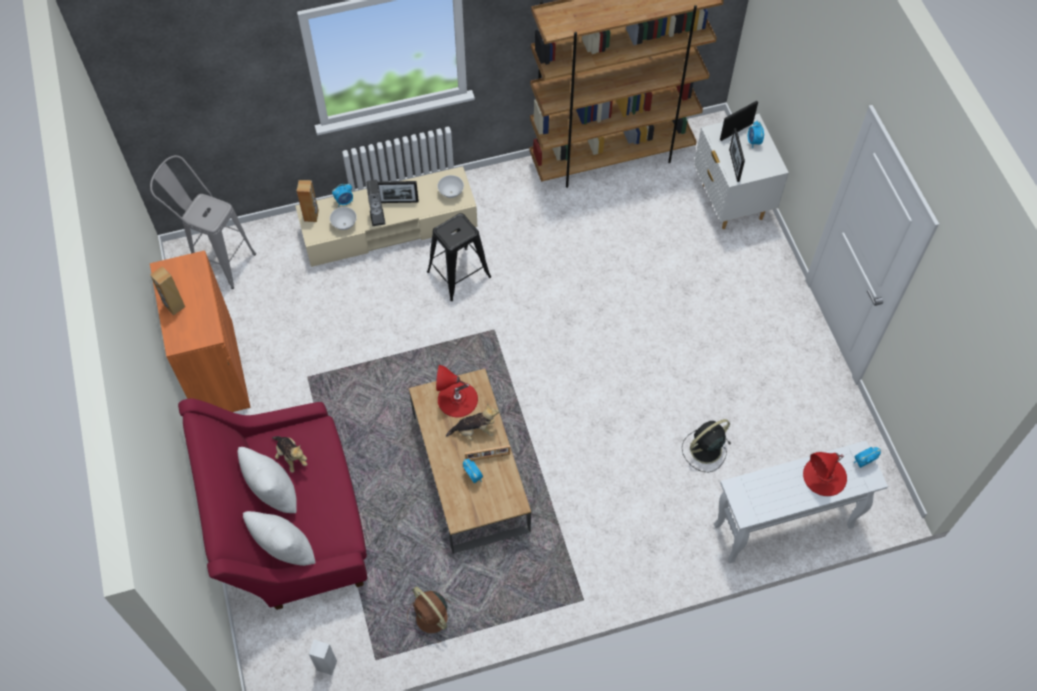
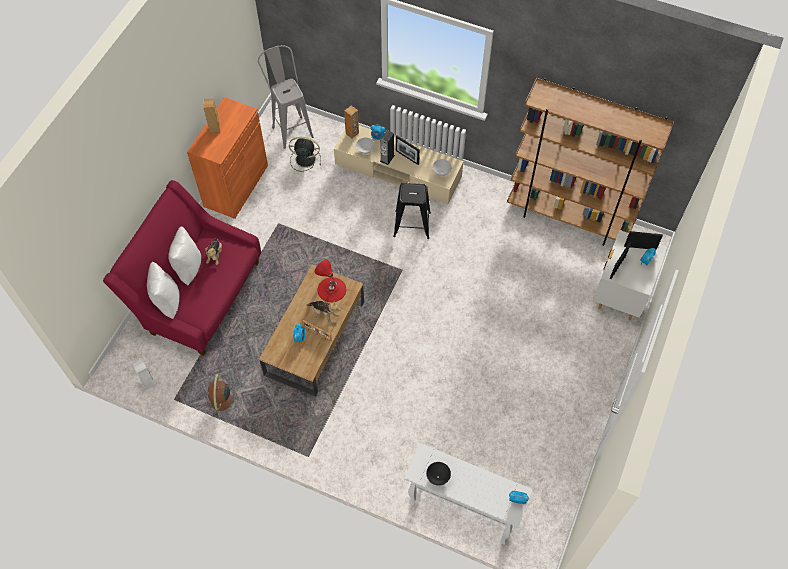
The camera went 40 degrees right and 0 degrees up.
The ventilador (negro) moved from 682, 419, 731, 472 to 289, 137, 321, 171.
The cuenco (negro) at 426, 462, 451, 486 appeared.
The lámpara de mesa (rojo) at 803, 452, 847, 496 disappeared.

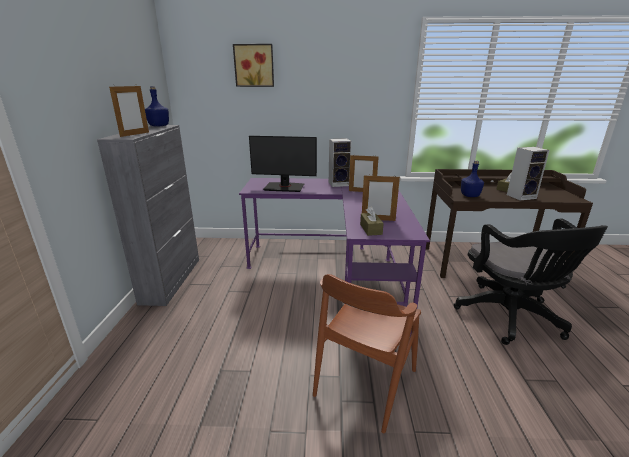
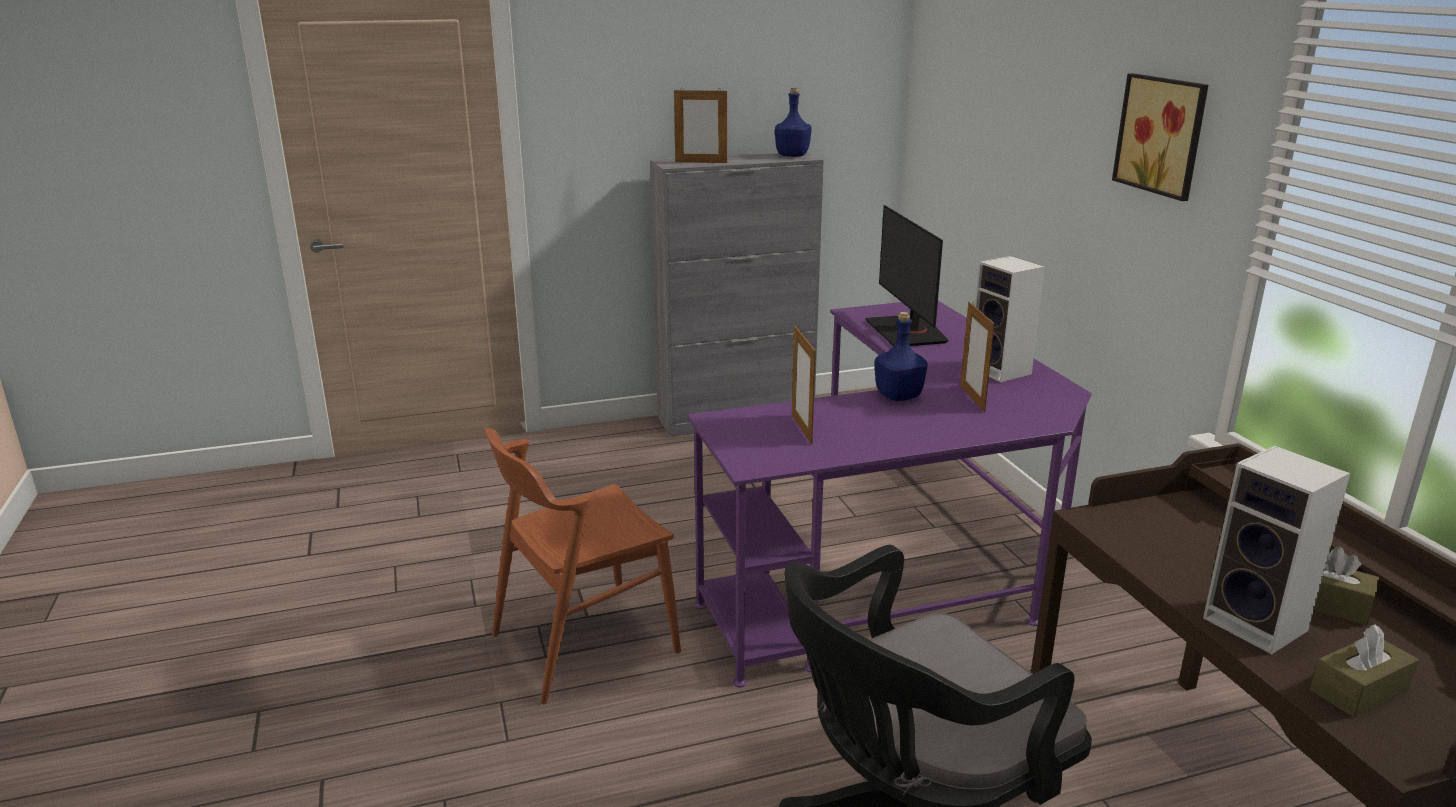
The camera went 70 degrees right and 0 degrees up.
The silla (marrón) at 313, 274, 421, 434 turned 45 degrees counterclockwise.
The botella (azul) moved from 461, 160, 484, 197 to 875, 312, 928, 401.
The cuadro moved from 233, 44, 274, 87 to 1112, 73, 1208, 201.
The caja de pañuelos (marrón) moved from 360, 207, 384, 236 to 1310, 624, 1419, 717.

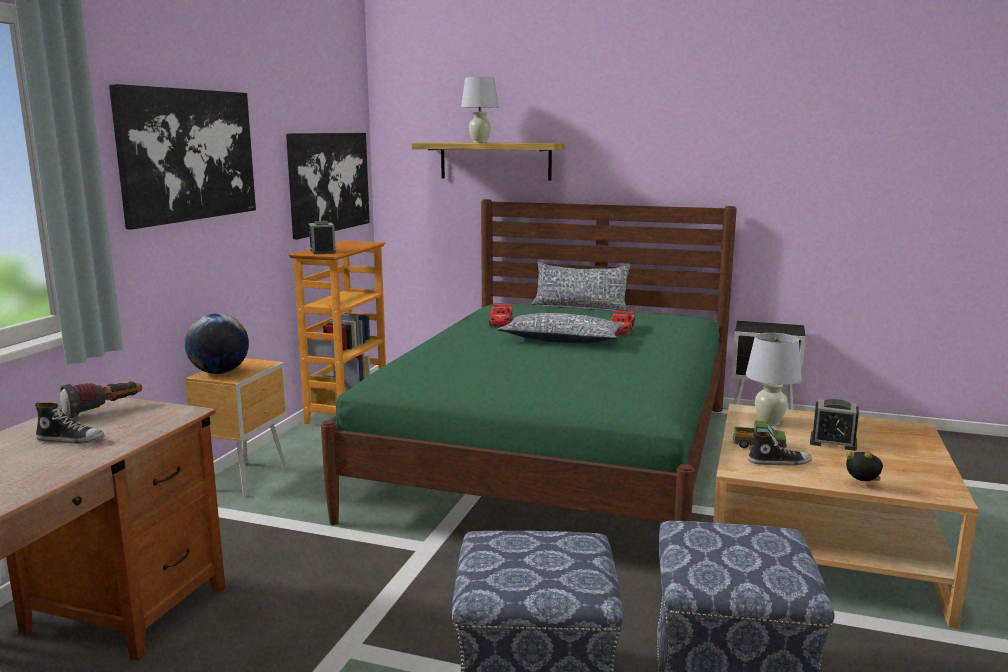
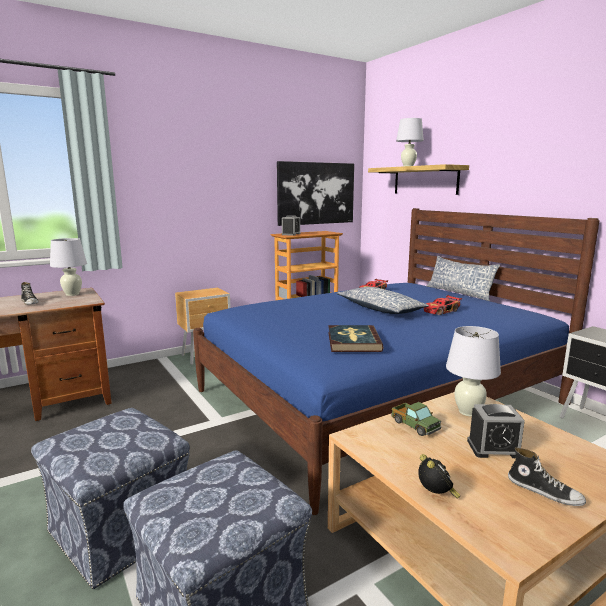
The camera went 40 degrees right and 0 degrees up.
The linterna at 60, 382, 142, 418 was replaced by the lámpara de mesa (blanco) at 50, 238, 87, 296.
The cama (verde) at 321, 199, 737, 526 became the cama (azul) at 193, 208, 600, 515.
The libro at 328, 325, 384, 352 appeared.
The despertador at 810, 399, 859, 451 turned 60 degrees counterclockwise.
The zapato moved from 748, 432, 812, 465 to 508, 447, 586, 506.
The cuadro at 109, 84, 256, 230 disappeared.
The globo terráqueo at 185, 313, 249, 374 disappeared.

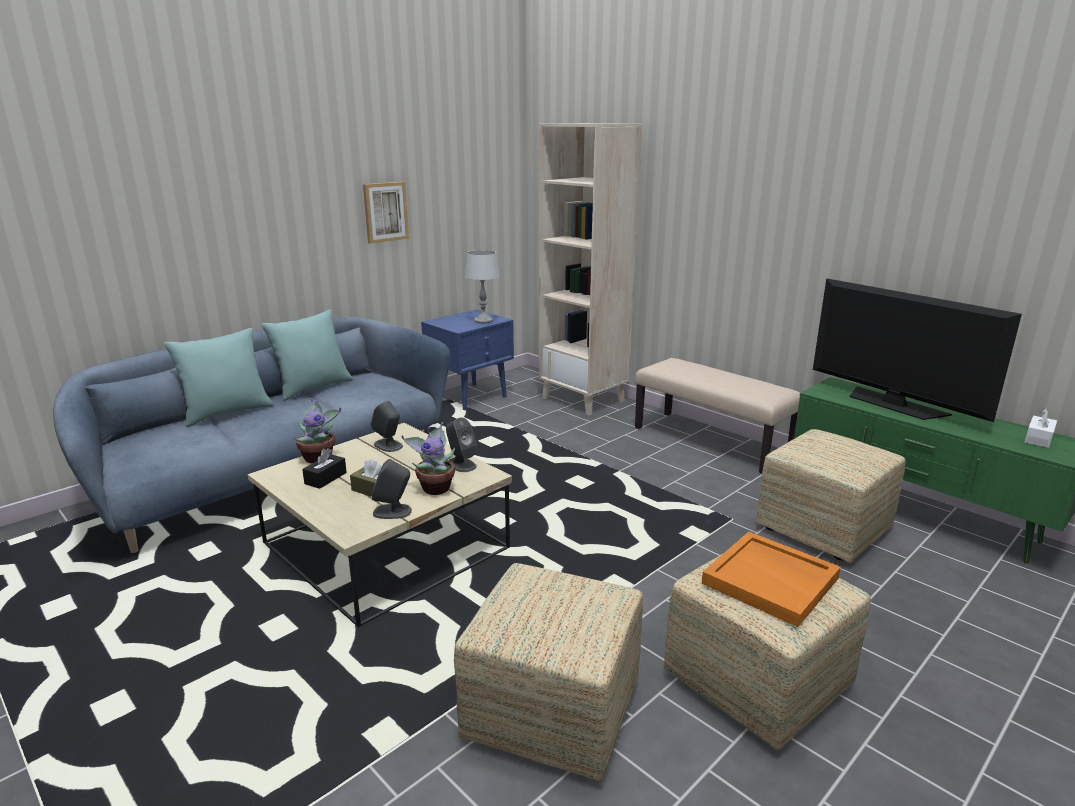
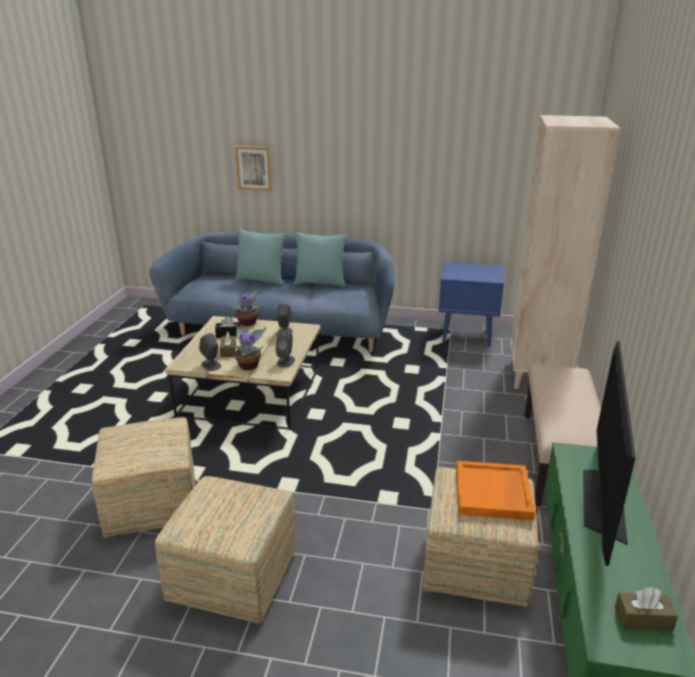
The camera went 55 degrees right and 5 degrees up.
The cuadro moved from 363, 182, 409, 244 to 235, 146, 272, 191.
The bandeja (naranja) moved from 701, 532, 841, 627 to 456, 461, 535, 520.
The caja de pañuelos (blanco) at 1025, 408, 1057, 448 became the caja de pañuelos (marrón) at 615, 587, 678, 631.
The lámpara de mesa (gris) at 465, 250, 500, 323 disappeared.

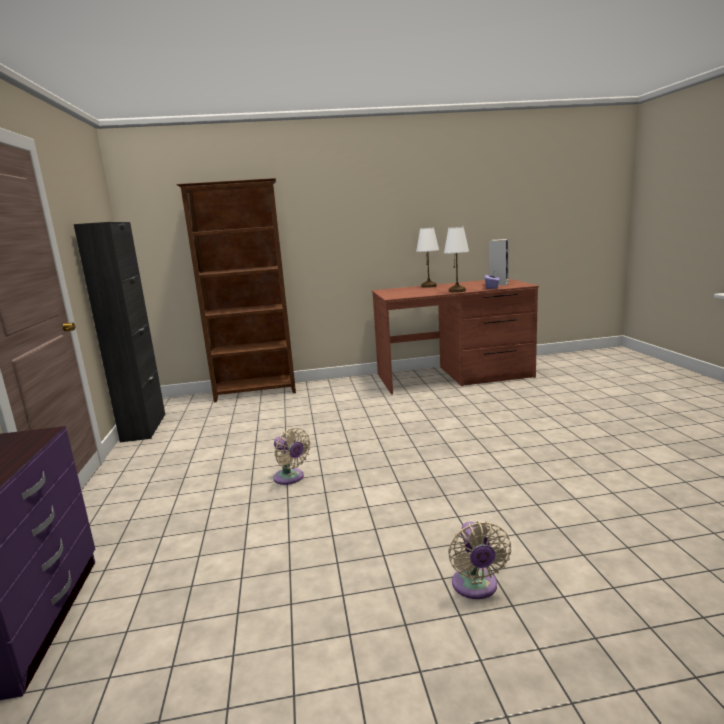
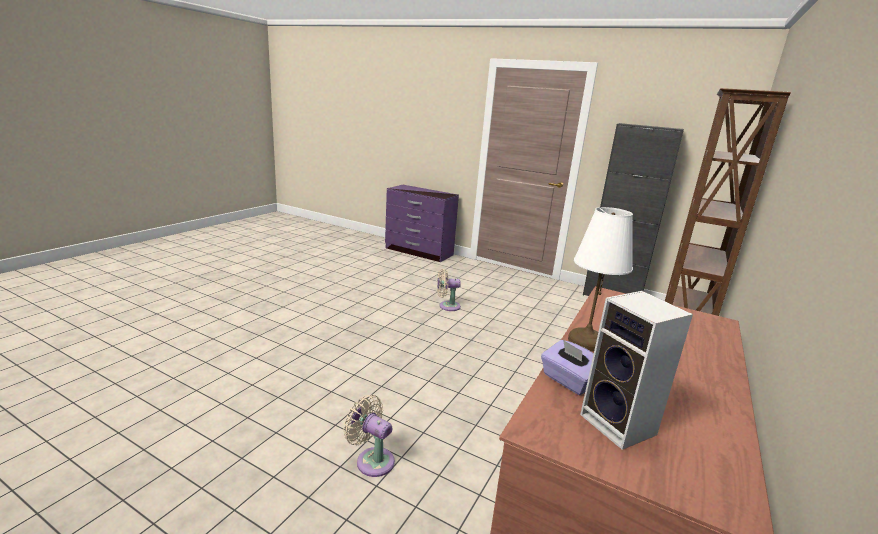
The camera went 125 degrees right and 5 degrees up.
The ventilador (beis) moved from 448, 521, 511, 599 to 343, 395, 395, 477.
The lámpara de mesa (blanco) at 416, 228, 439, 288 disappeared.

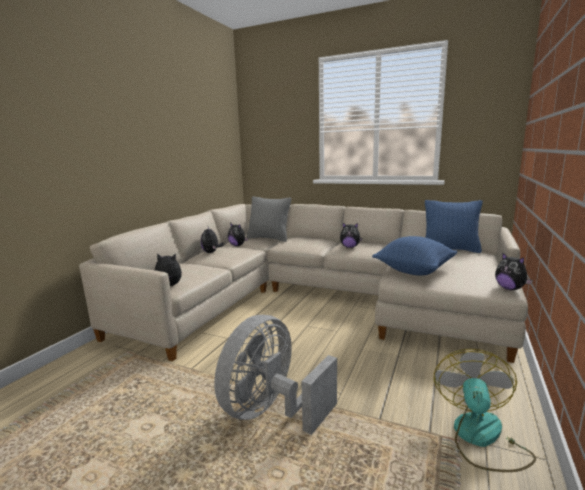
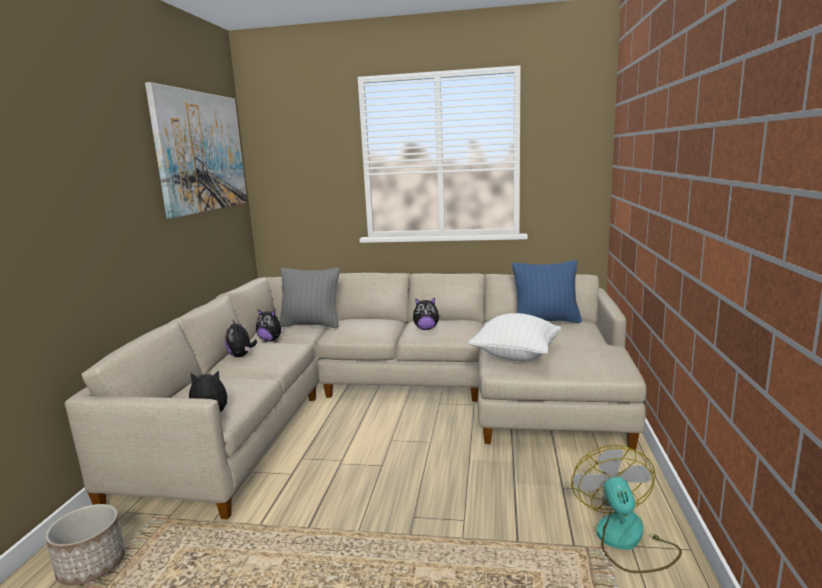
The camera went 15 degrees left and 0 degrees up.
The maceta at 45, 504, 125, 586 appeared.
The cuadro at 145, 82, 247, 219 appeared.
The cojín (azul) at 372, 236, 457, 276 became the cojín (blanco) at 468, 313, 562, 361.
The ventilador (gris) at 214, 315, 337, 435 disappeared.
The peluche at 495, 252, 533, 290 disappeared.

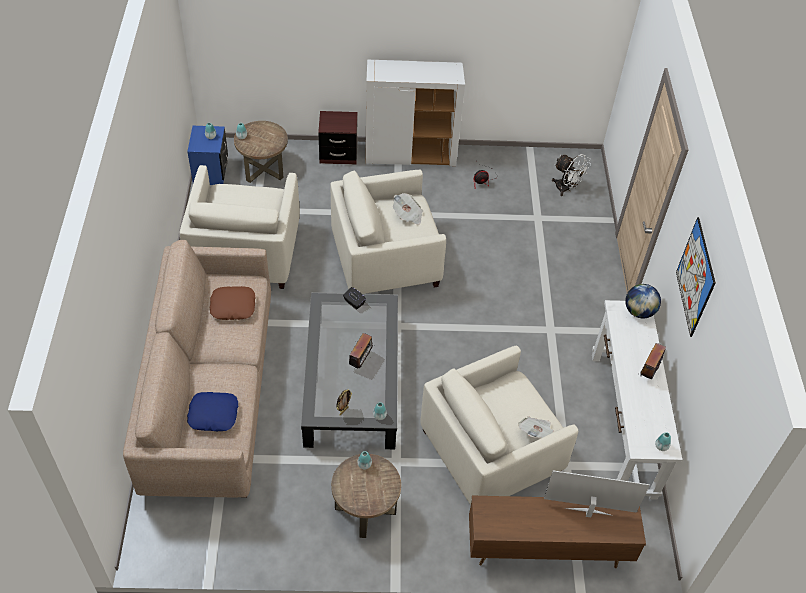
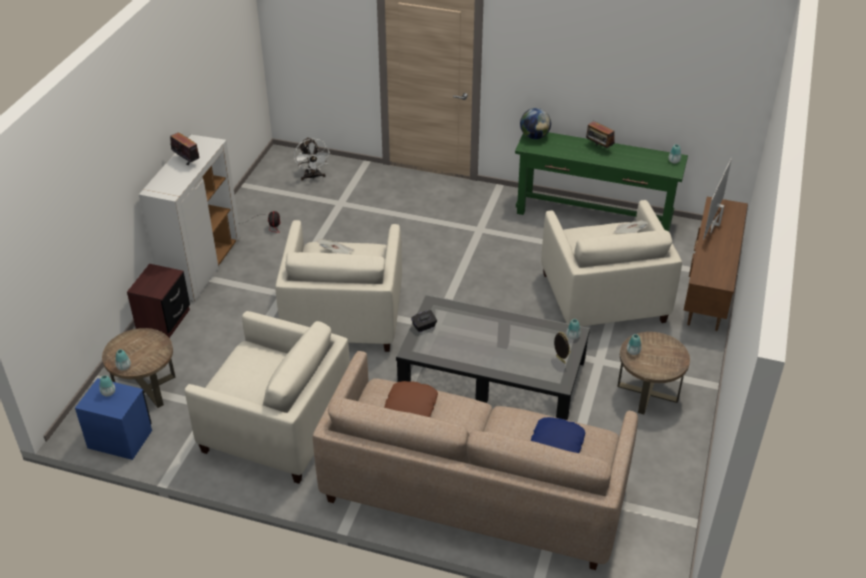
The camera went 70 degrees left and 10 degrees down.
The radio moved from 349, 333, 373, 369 to 170, 133, 199, 165.
The ventilador (blanco) at 552, 154, 591, 196 turned 105 degrees clockwise.
The mesa consola (blanco) at 592, 300, 683, 499 became the mesa consola (verde) at 515, 132, 688, 232.
The cuadro at 676, 217, 716, 337 disappeared.

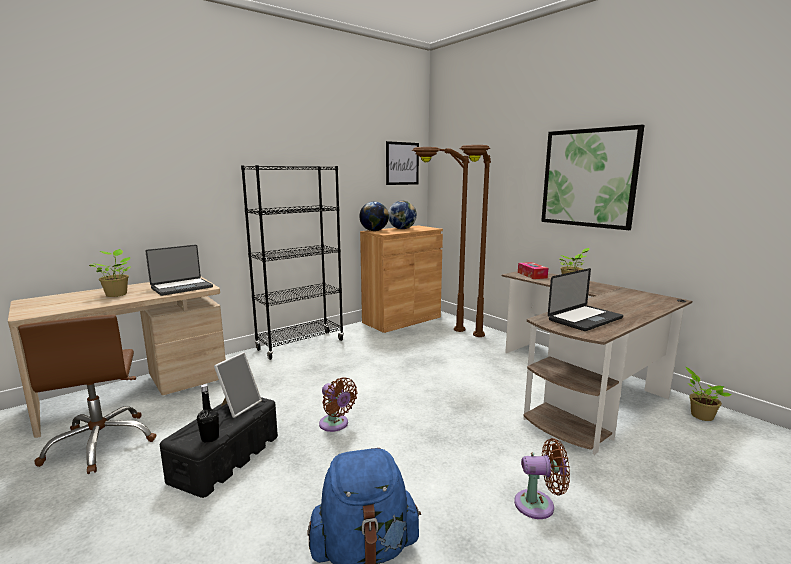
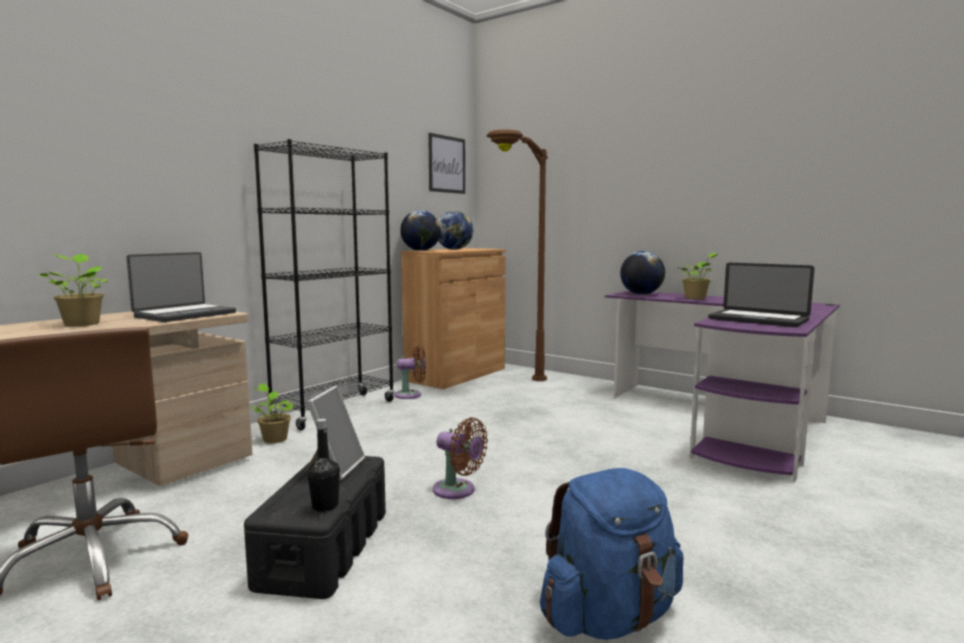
The camera went 15 degrees left and 5 degrees down.
The planta en maceta moved from 686, 367, 731, 421 to 250, 383, 294, 443.
The ventilador (marrón) moved from 514, 438, 570, 519 to 394, 346, 426, 399.
The escritorio (marrón) at 502, 271, 692, 455 became the escritorio (morado) at 605, 291, 840, 482.
The caja de pañuelos at 518, 262, 548, 279 was replaced by the globo terráqueo at 620, 251, 665, 295.
The portátil at 548, 268, 623, 331 turned 90 degrees clockwise.
The lámpara de pie (marrón) at 460, 145, 491, 337 disappeared.
The cuadro at 541, 125, 645, 230 disappeared.

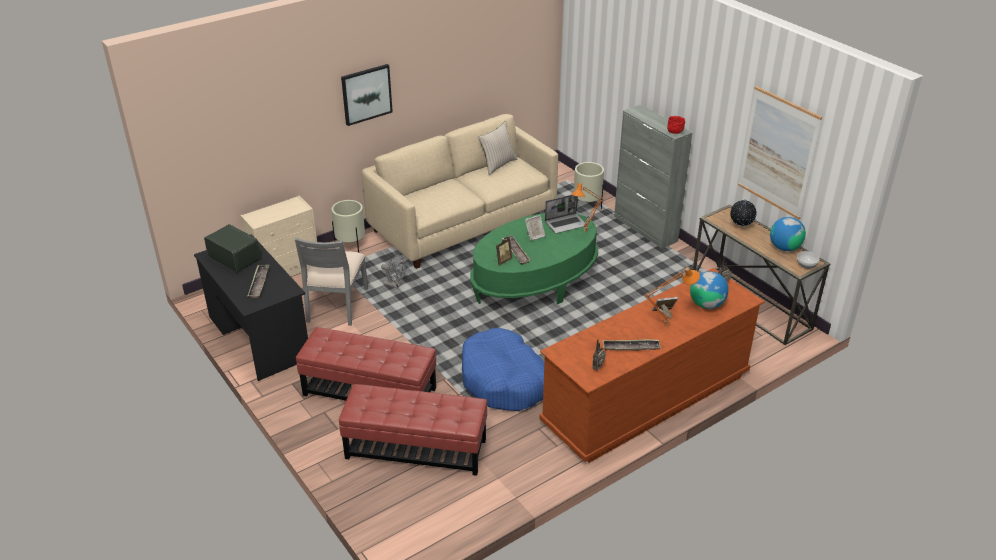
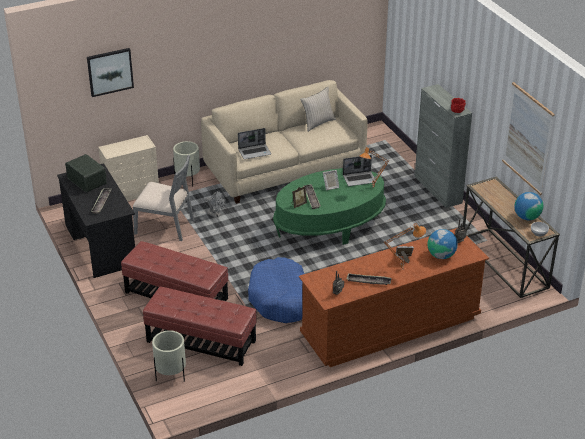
The camera went 10 degrees right and 0 degrees up.
The cuadro moved from 341, 64, 393, 126 to 87, 48, 134, 97.
The silla (gris) at 295, 238, 368, 326 turned 90 degrees counterclockwise.
The maceta (beis) moved from 574, 162, 604, 209 to 152, 330, 186, 382.
The portátil at 238, 128, 271, 159 appeared.
The globo terráqueo at 730, 199, 757, 226 disappeared.

